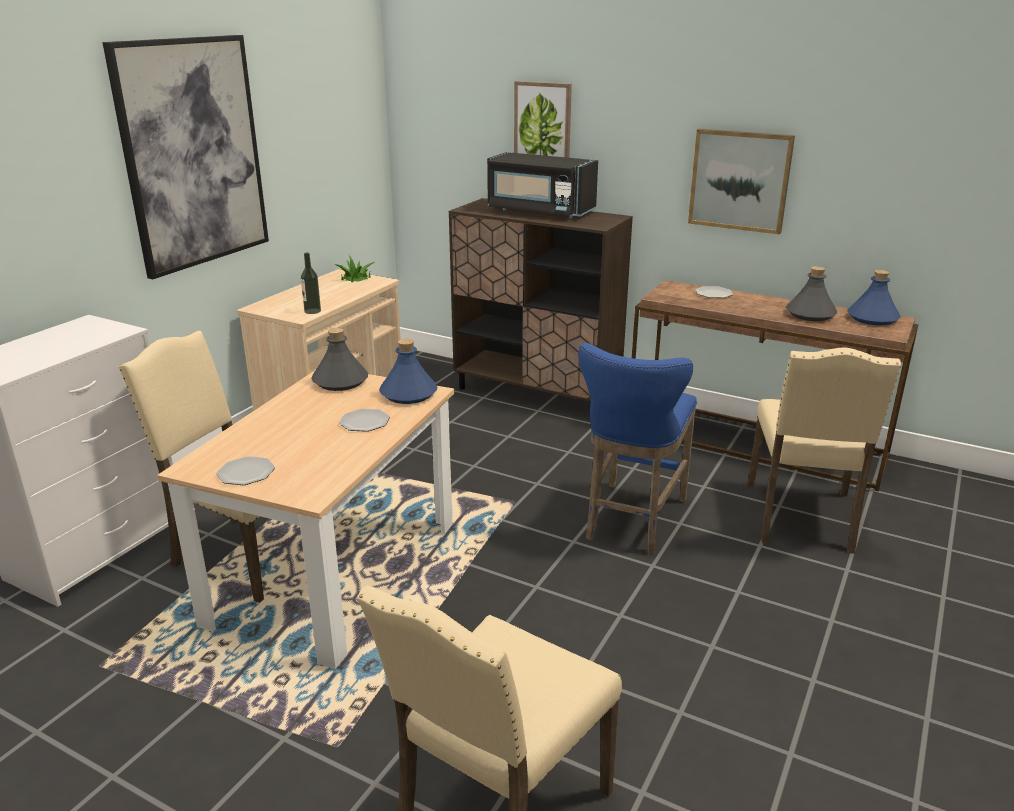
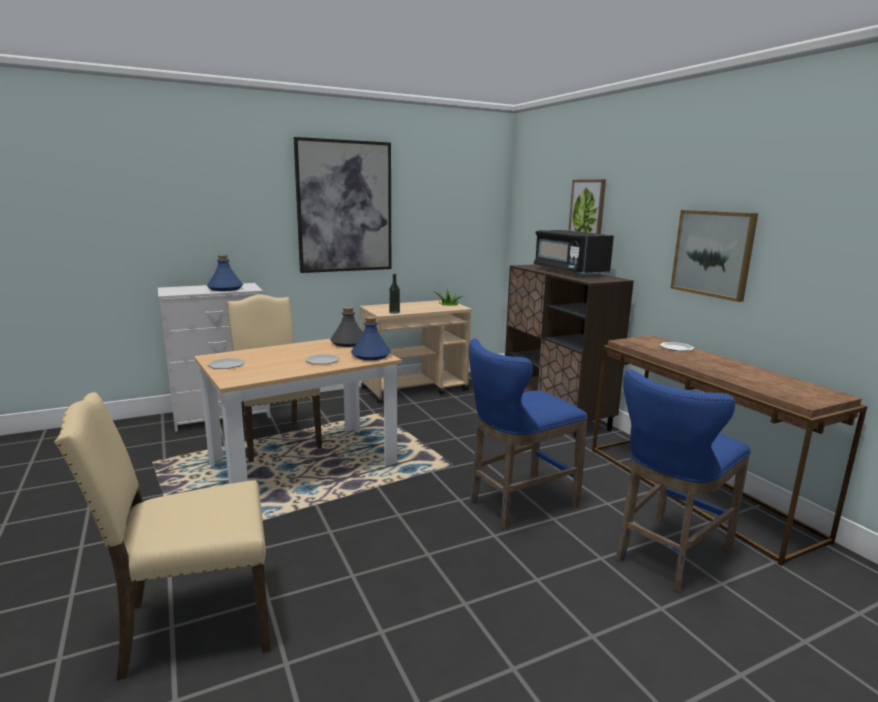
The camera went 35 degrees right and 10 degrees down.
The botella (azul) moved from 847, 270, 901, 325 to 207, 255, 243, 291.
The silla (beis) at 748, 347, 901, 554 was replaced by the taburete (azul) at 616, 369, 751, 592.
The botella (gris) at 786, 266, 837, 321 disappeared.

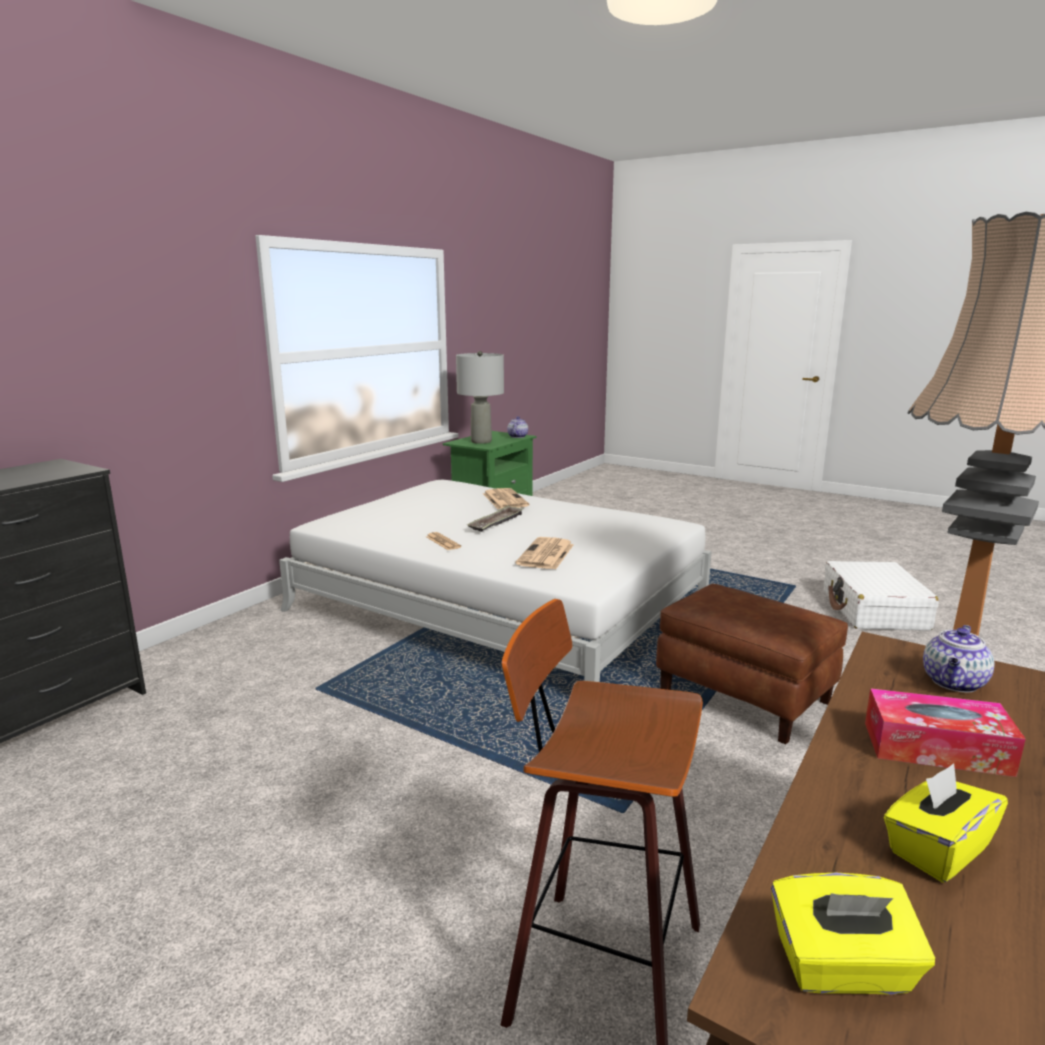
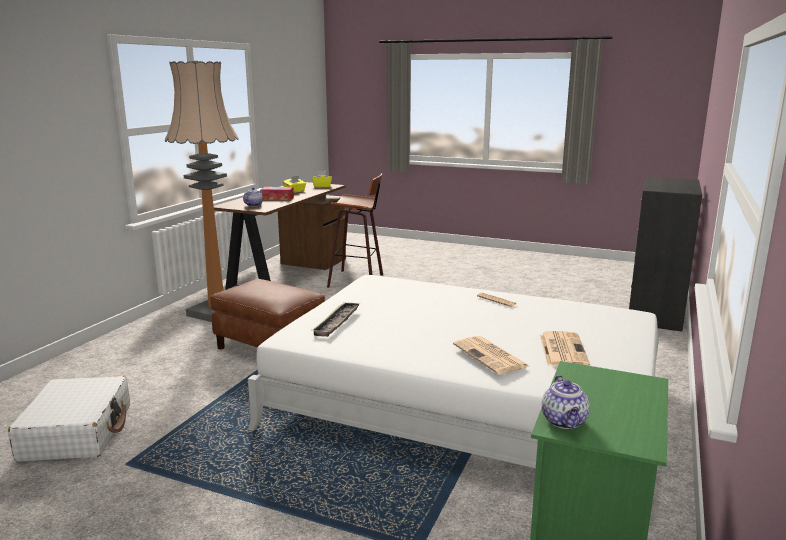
The camera went 170 degrees right and 0 degrees up.
The bandeja moved from 467, 505, 523, 532 to 311, 302, 360, 337.
The periódico moved from 516, 537, 574, 570 to 540, 331, 590, 366.
The lámpara de mesa (gris) at 456, 351, 504, 444 disappeared.

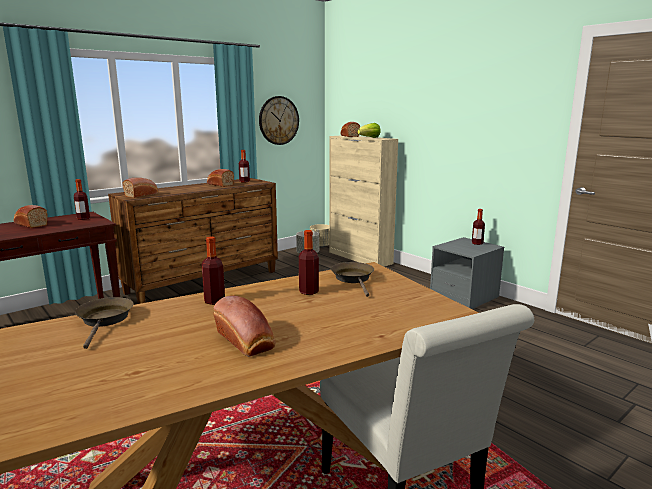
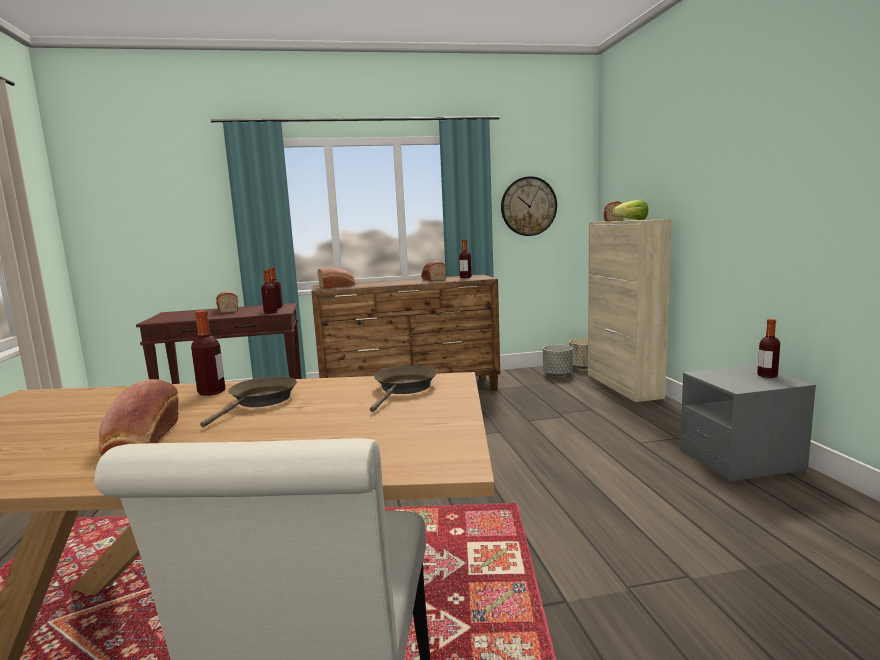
The camera went 30 degrees right and 5 degrees down.
The sartén (marrón) moved from 75, 297, 134, 349 to 200, 376, 297, 427.
The botella moved from 299, 230, 319, 295 to 261, 270, 278, 314.

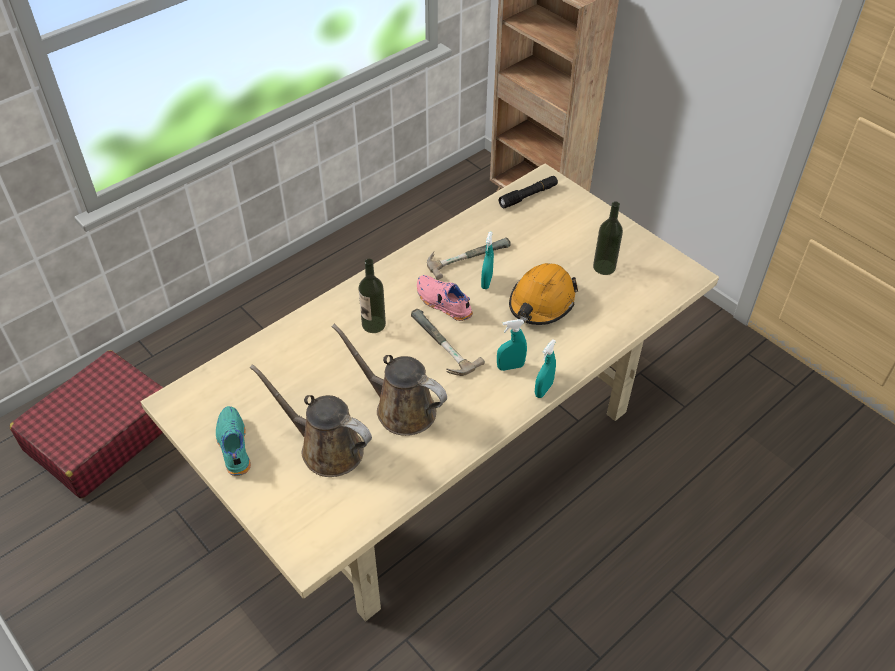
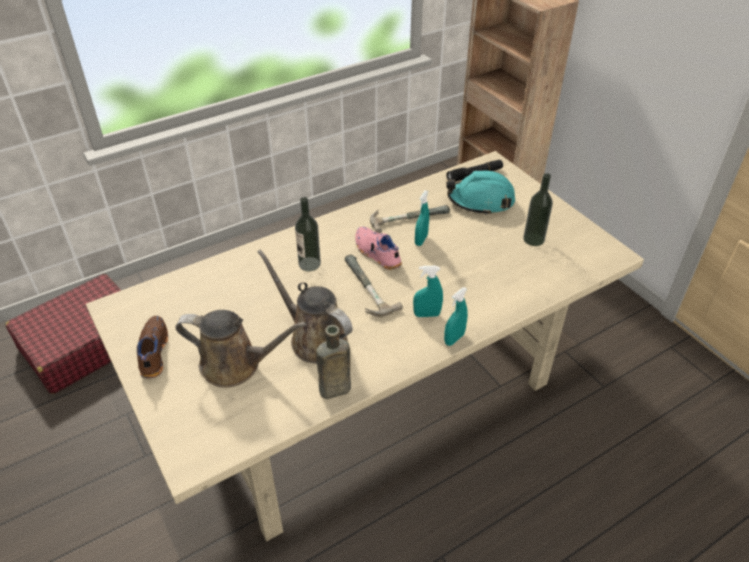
The camera went 10 degrees right and 5 degrees down.
The zapato (turquesa) at 216, 406, 251, 476 became the zapato (marrón) at 137, 316, 168, 379.
The regadera (marrón) at 250, 364, 372, 477 turned 150 degrees clockwise.
The botella (marrón) at 316, 325, 351, 399 appeared.
The casco (turquesa) at 446, 170, 515, 216 appeared.
The casco (naranja) at 509, 263, 578, 325 disappeared.

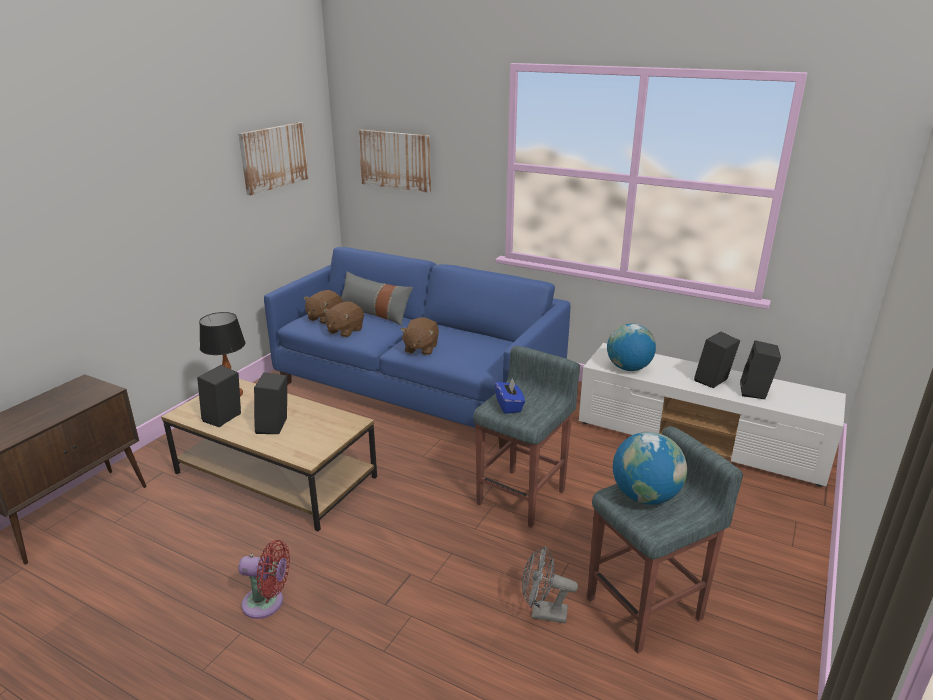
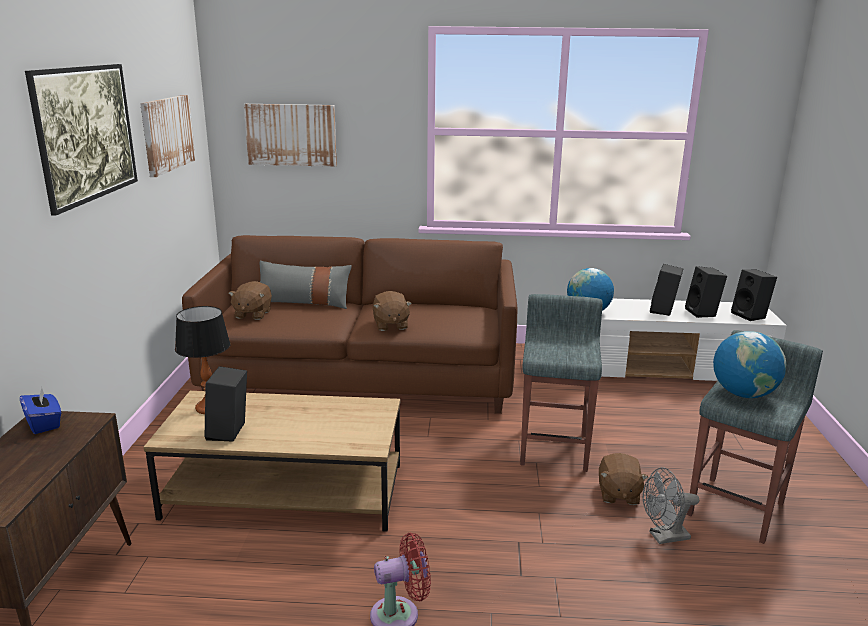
The camera went 25 degrees left and 5 degrees down.
The caja de pañuelos (azul) moved from 495, 377, 525, 414 to 20, 387, 61, 434.
The cuadro at 25, 64, 138, 215 appeared.
The sofá (azul) at 264, 247, 570, 449 became the sofá (marrón) at 182, 235, 517, 414.
The peluche (marrón) moved from 323, 302, 364, 337 to 599, 453, 649, 505.
The altavoz (negro) moved from 254, 373, 287, 434 to 731, 269, 777, 321.

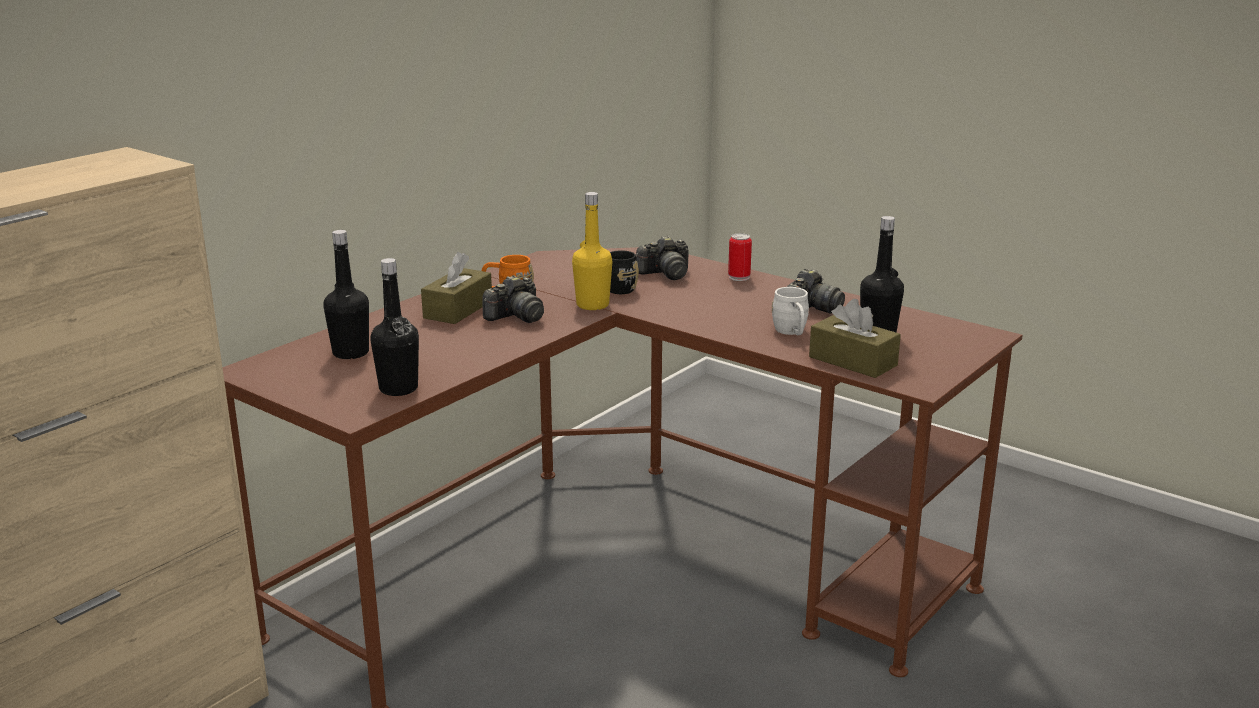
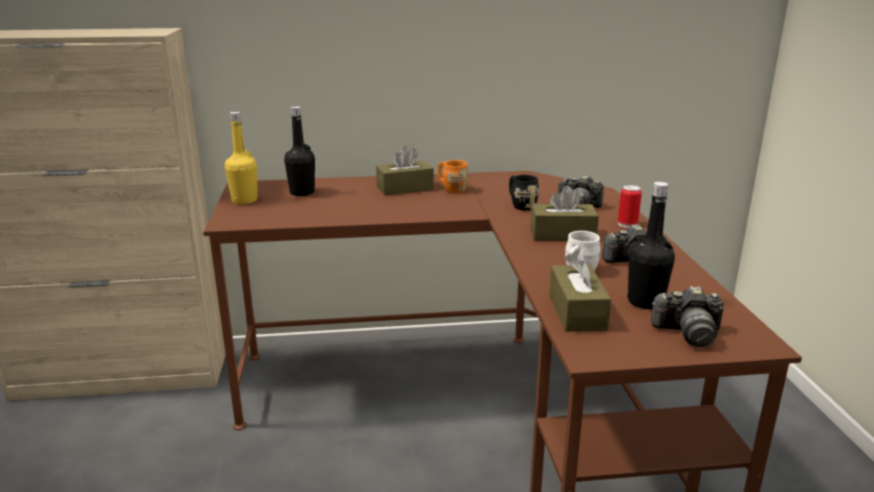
The camera went 45 degrees right and 0 degrees up.
The botella (amarillo) moved from 572, 192, 613, 310 to 225, 112, 258, 204.
The caja de pañuelos (marrón) at 531, 185, 599, 241 appeared.
The cámara moved from 482, 275, 544, 323 to 651, 286, 724, 347.
The botella (negro) at 370, 258, 419, 396 disappeared.

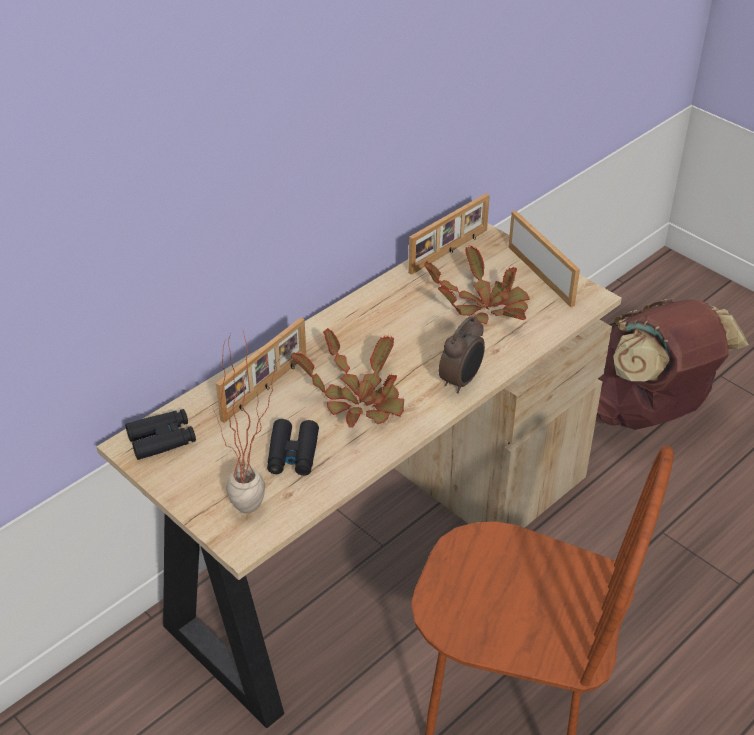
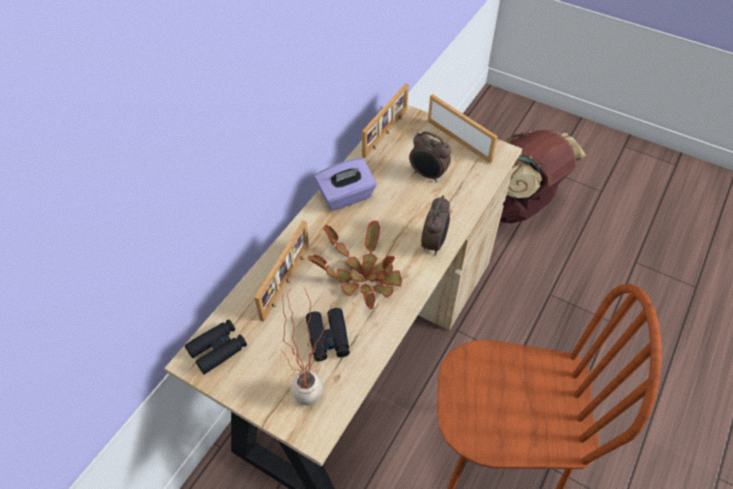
The camera went 15 degrees left and 10 degrees up.
The caja de pañuelos (morado) at 314, 158, 377, 211 appeared.
The planta en maceta at 424, 245, 530, 324 was replaced by the despertador at 409, 131, 451, 182.

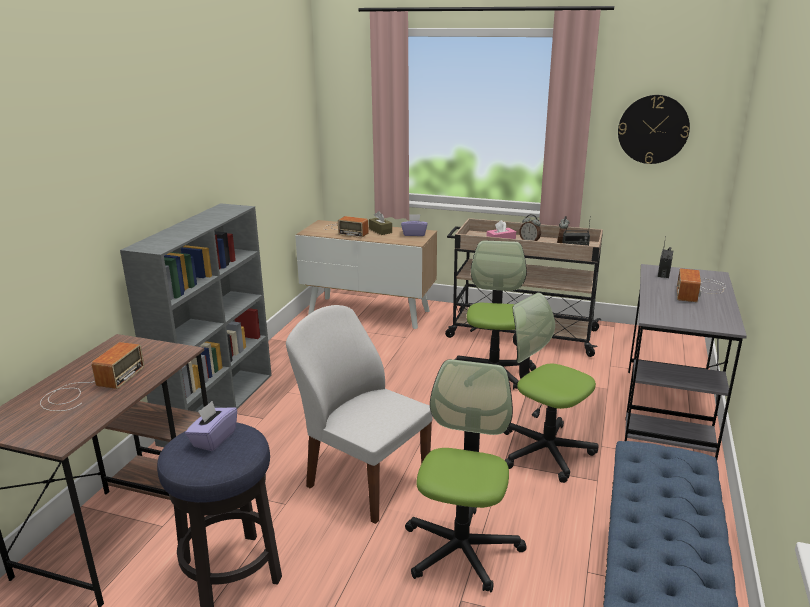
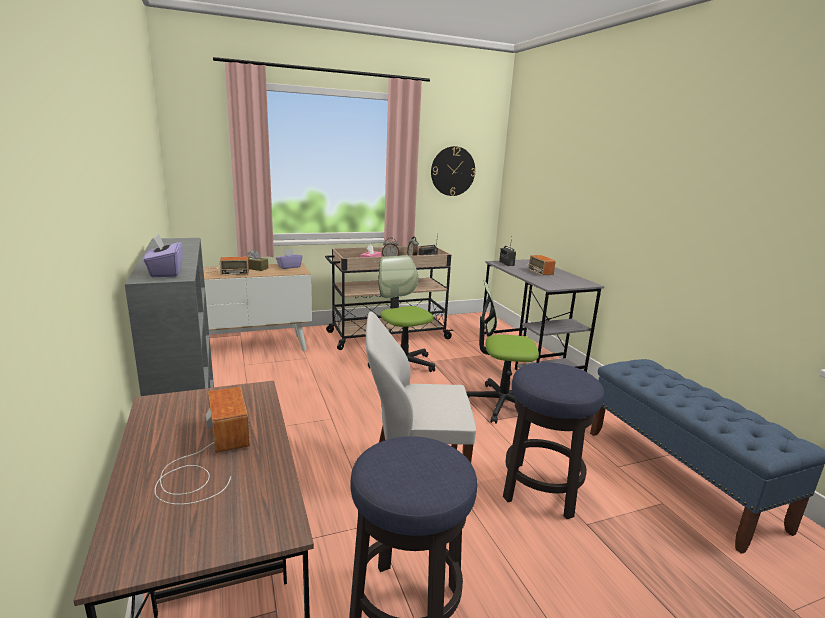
The camera went 40 degrees left and 5 degrees down.
The caja de pañuelos (morado) moved from 185, 401, 237, 451 to 144, 234, 183, 277.
The silla de oficina at 405, 359, 527, 593 was replaced by the taburete at 503, 362, 604, 519.

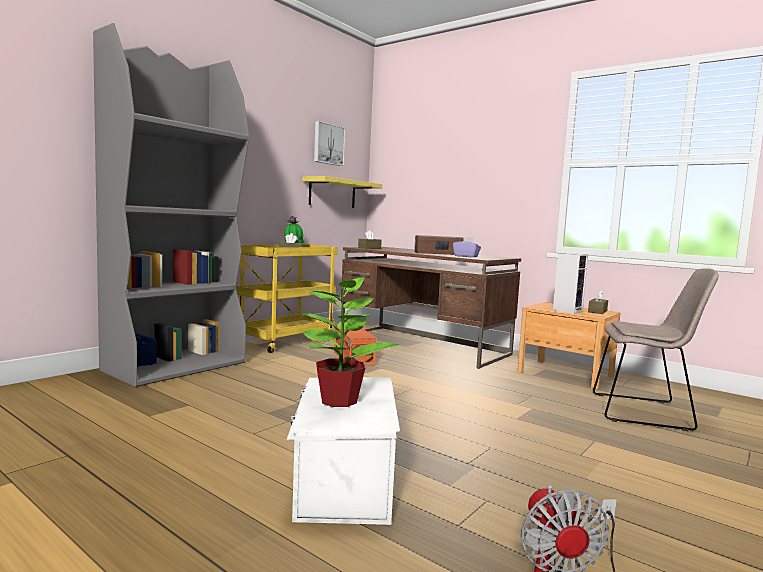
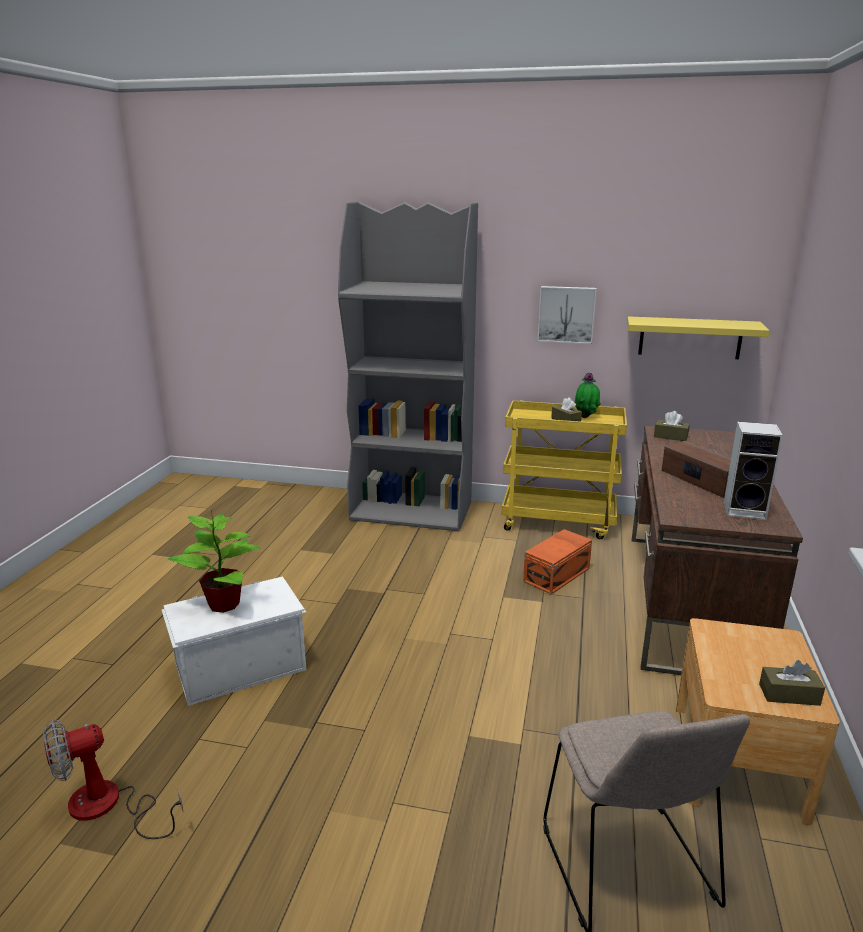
The camera went 65 degrees right and 15 degrees up.
The cuadro moved from 314, 121, 345, 166 to 537, 286, 597, 344.
The altavoz moved from 553, 253, 588, 314 to 724, 421, 783, 520.
The caja de pañuelos (morado) at 453, 237, 481, 257 disappeared.

